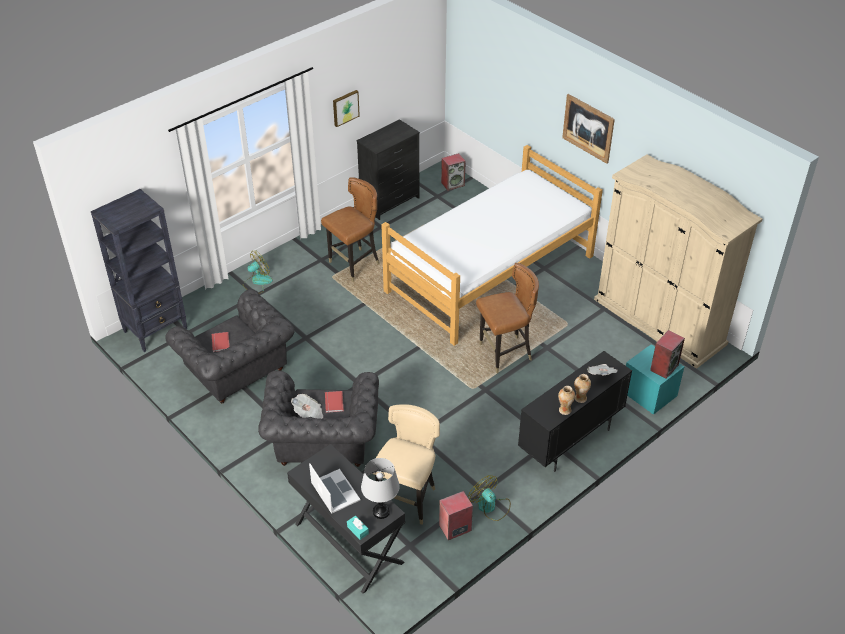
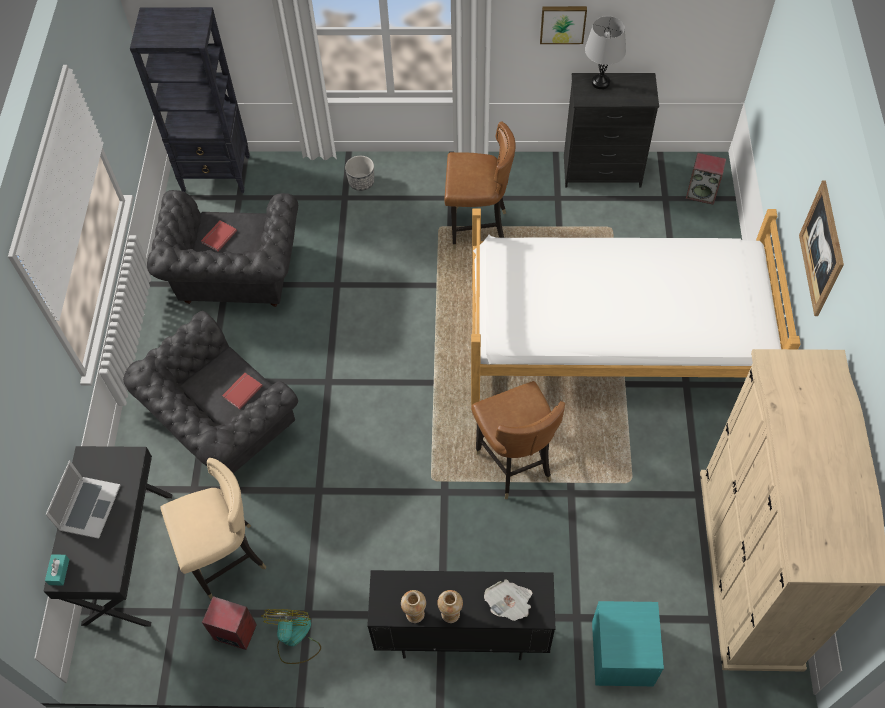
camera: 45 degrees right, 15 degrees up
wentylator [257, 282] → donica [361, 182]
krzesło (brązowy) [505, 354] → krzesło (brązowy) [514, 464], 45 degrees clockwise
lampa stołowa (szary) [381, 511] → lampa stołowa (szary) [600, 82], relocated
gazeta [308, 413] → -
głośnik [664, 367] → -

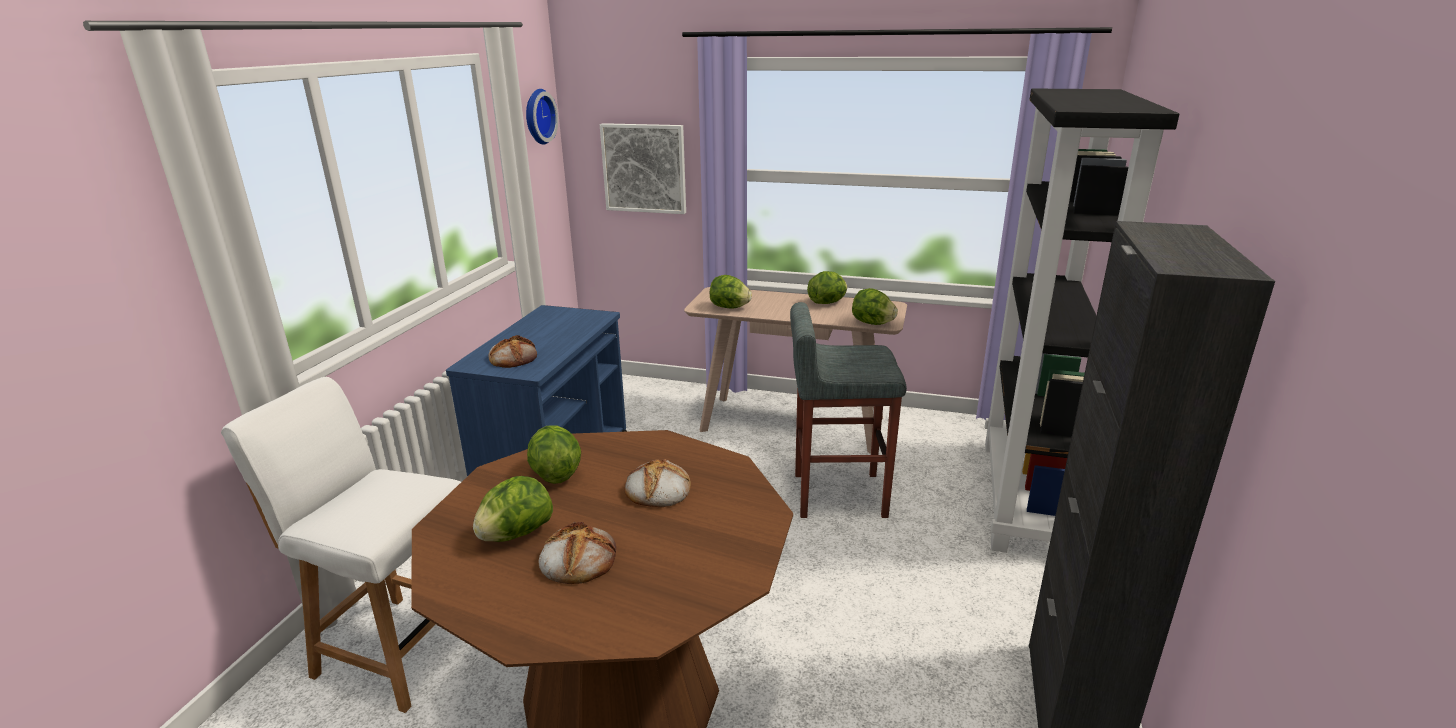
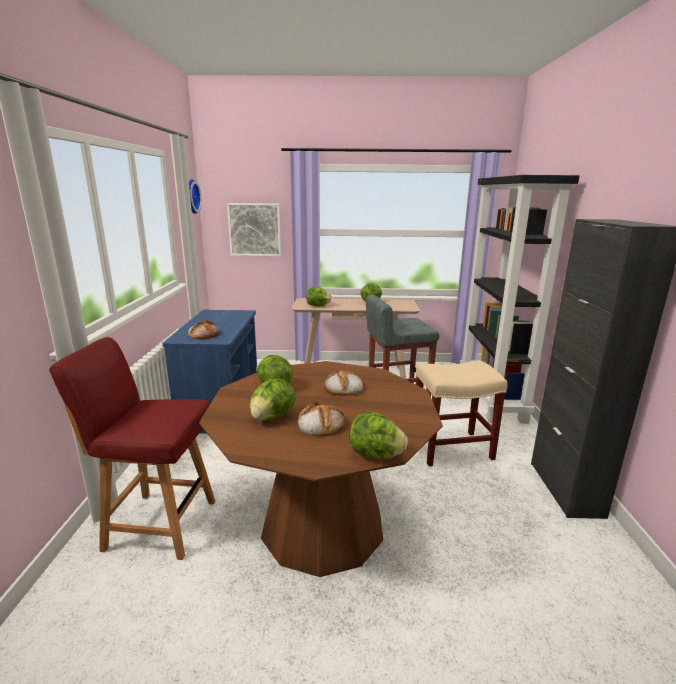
camera: 15 degrees left, 5 degrees down
krzesło (biały) [397, 649] → krzesło (czerwony) [159, 524]
sałata [872, 323] → sałata [376, 455], relocated
- → stołek (beżowy) [452, 448]

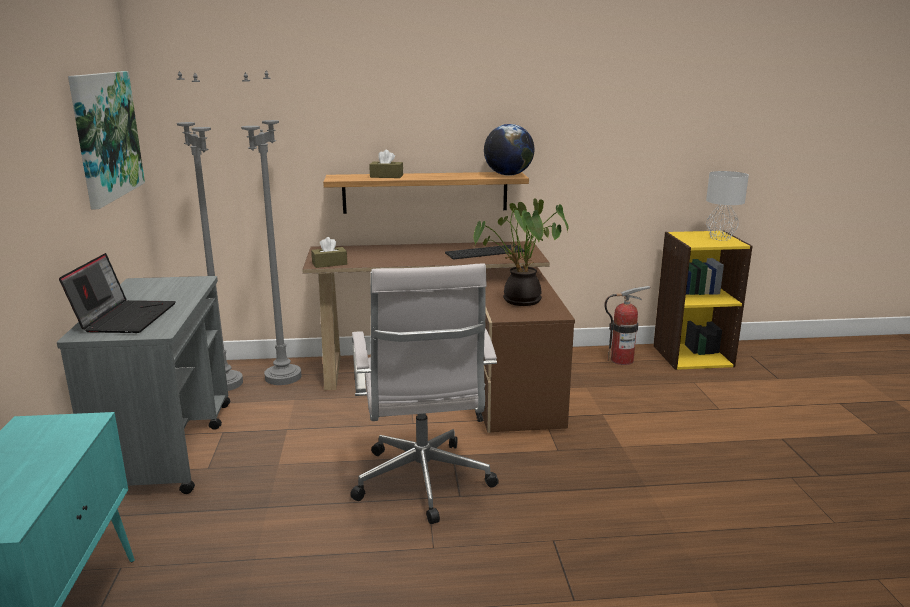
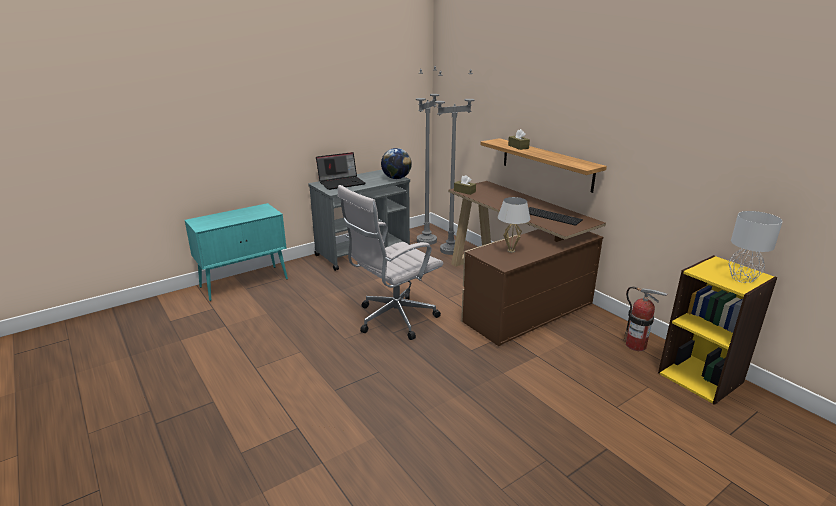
camera: 60 degrees right, 5 degrees up
globus [508, 175] → globus [396, 178], relocated
roślina doniczkowa [519, 301] → lampa stołowa (biały) [511, 251]
obraz [106, 136] → -

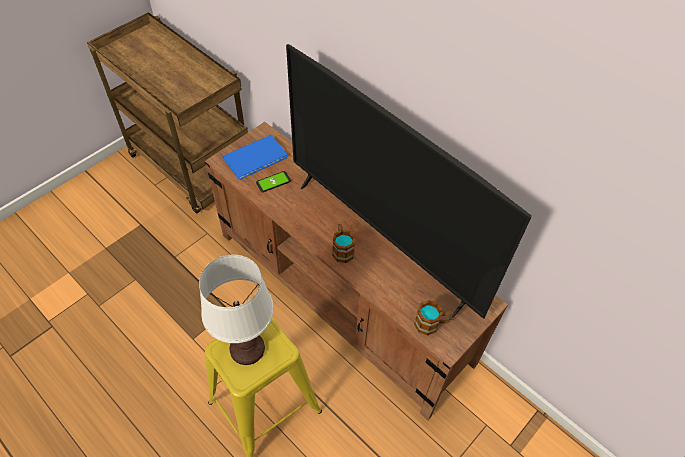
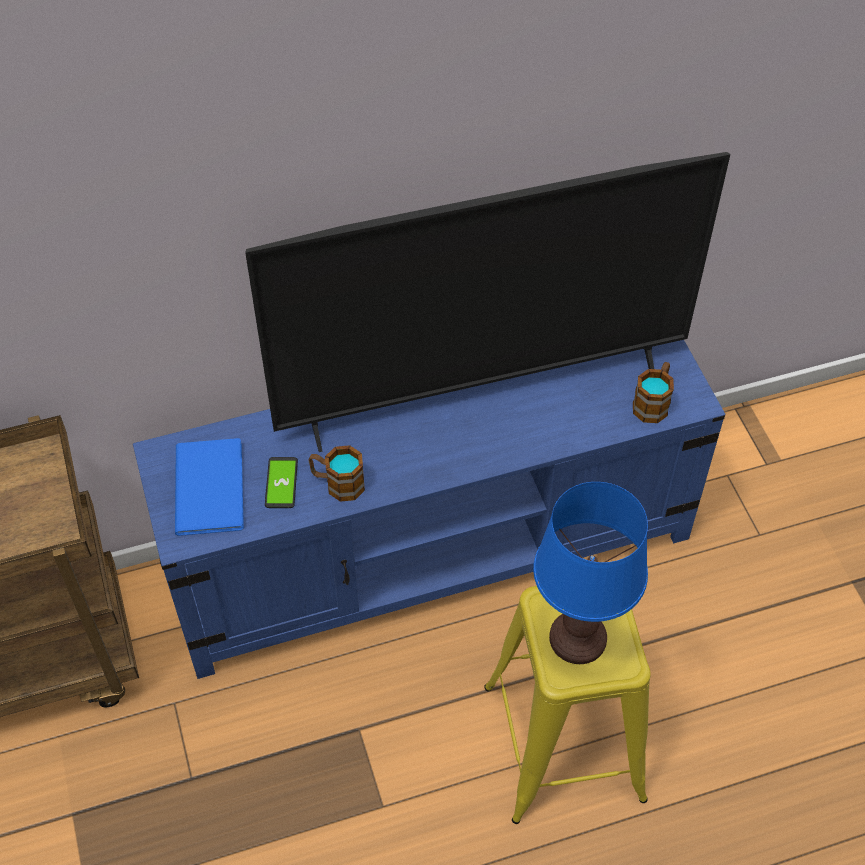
camera: 60 degrees left, 0 degrees up
szafka pod telewizor (brązowy) [342, 297] → szafka pod telewizor (niebieski) [433, 552]
kubek [342, 249] → kubek [337, 483], relocated
lampa stołowa (biały) [247, 348] → lampa stołowa (niebieski) [577, 638]

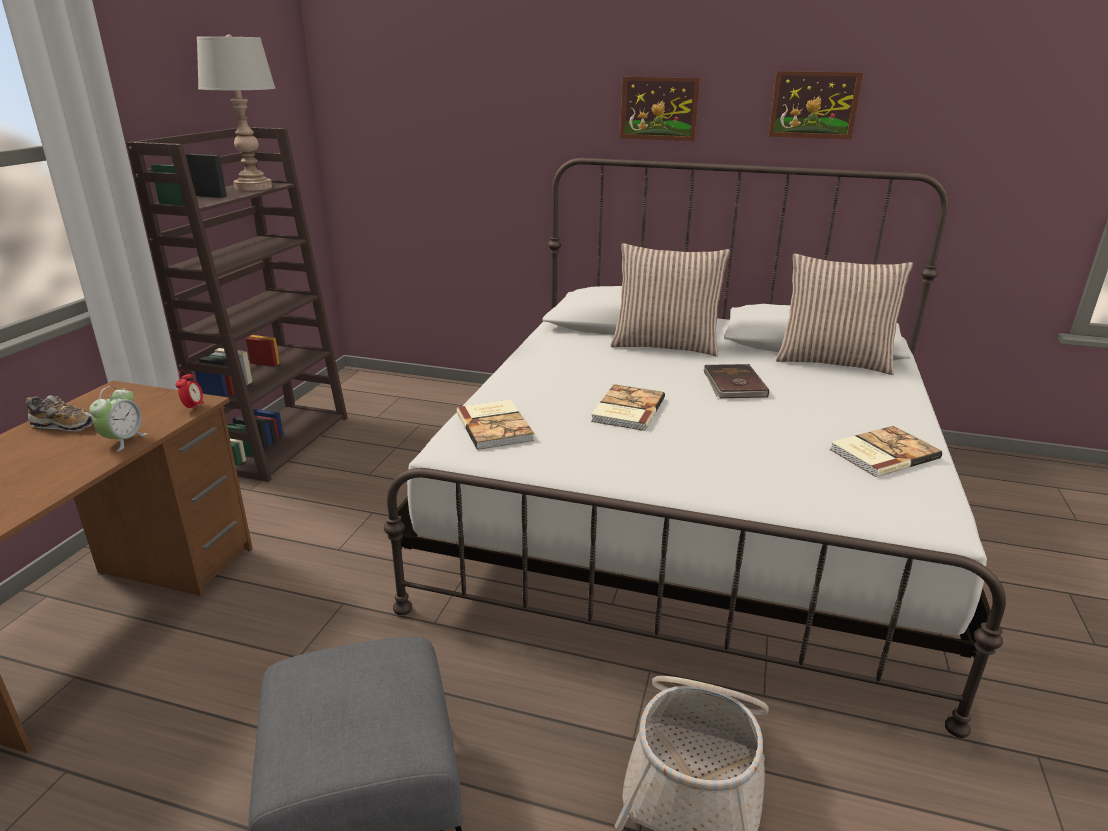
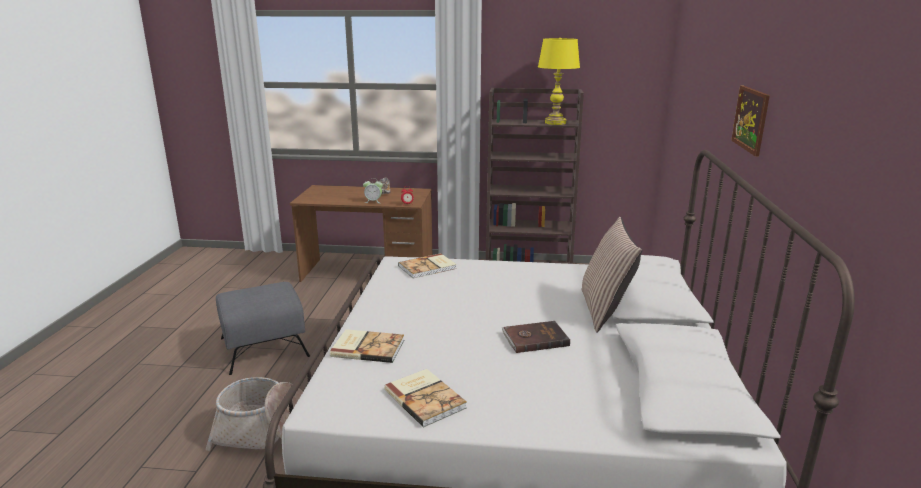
camera: 80 degrees right, 5 degrees down
książka [626, 410] → książka [368, 347], relocated
lampa stołowa (szary) [253, 187] → lampa stołowa (żółty) [555, 123]
obraz [814, 105] → -
poduszka [833, 361] → -

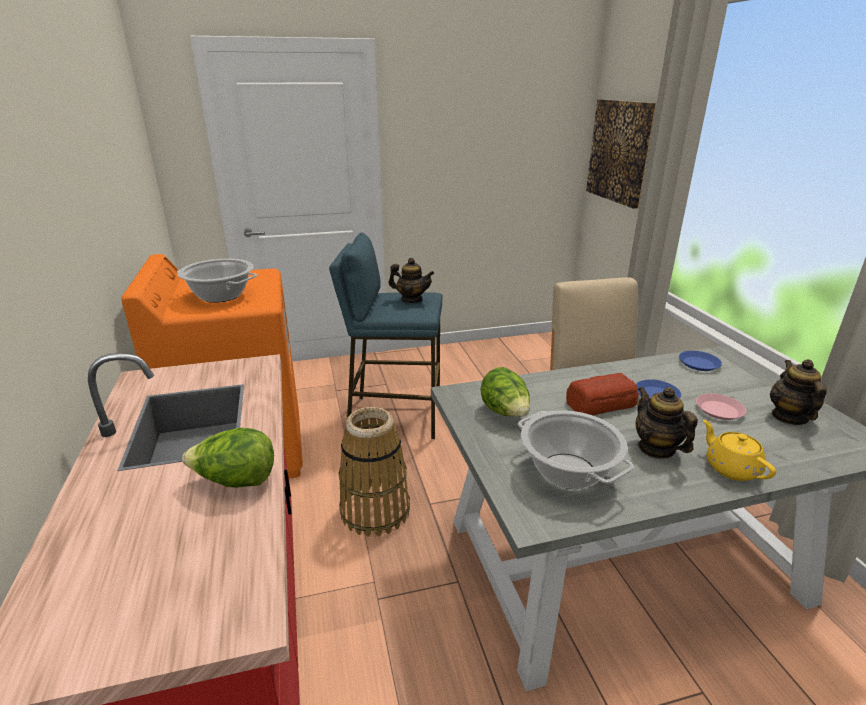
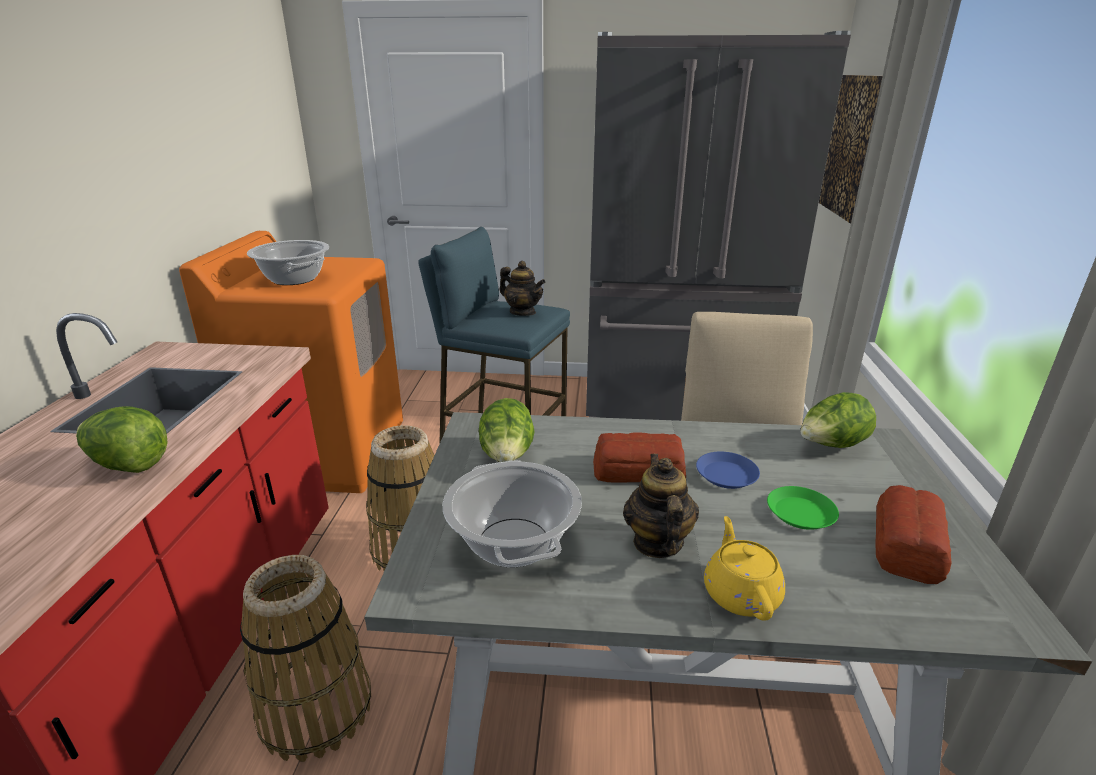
camera: 20 degrees right, 0 degrees up
- → koszyk [317, 709]
- → lodówka (szary) [675, 407]
talerz (różowy) [719, 410] → talerz (zielony) [801, 513]
talerz (niebieski) [698, 364] → sałata [831, 446]
imbryk [789, 417] → chleb [906, 545]

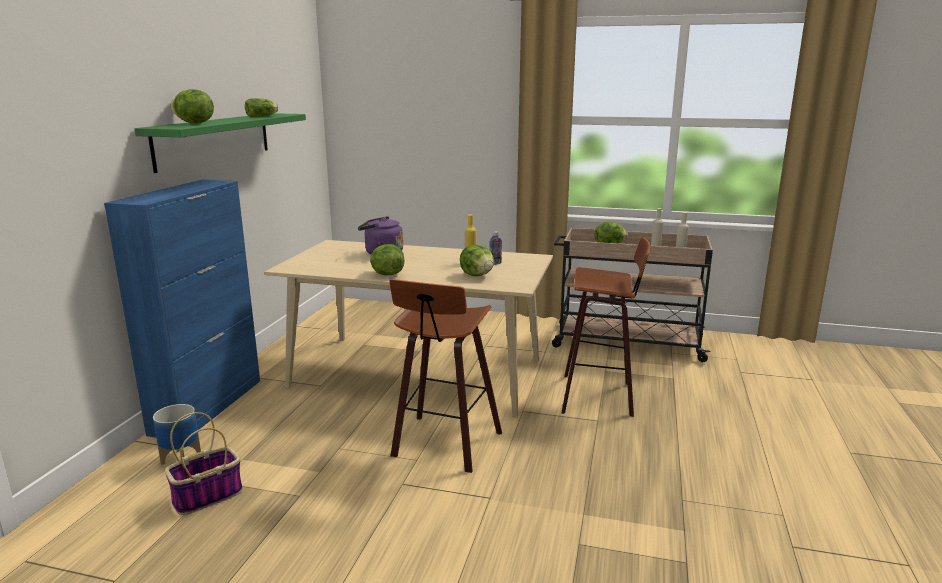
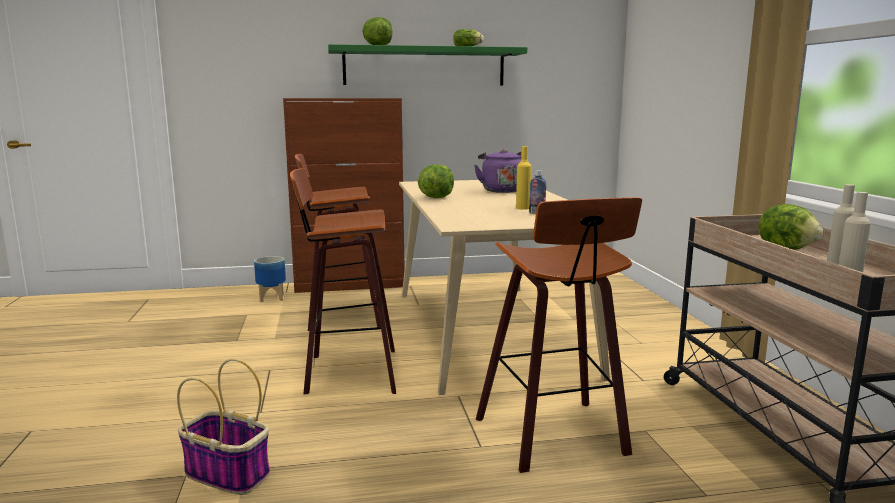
camera: 65 degrees right, 5 degrees down
koszyk [208, 496] → koszyk [229, 474], relocated
szafka (niebieski) [208, 406] → szafka (brązowy) [350, 285]
- → stołek [340, 316]
sałata [477, 275] → -

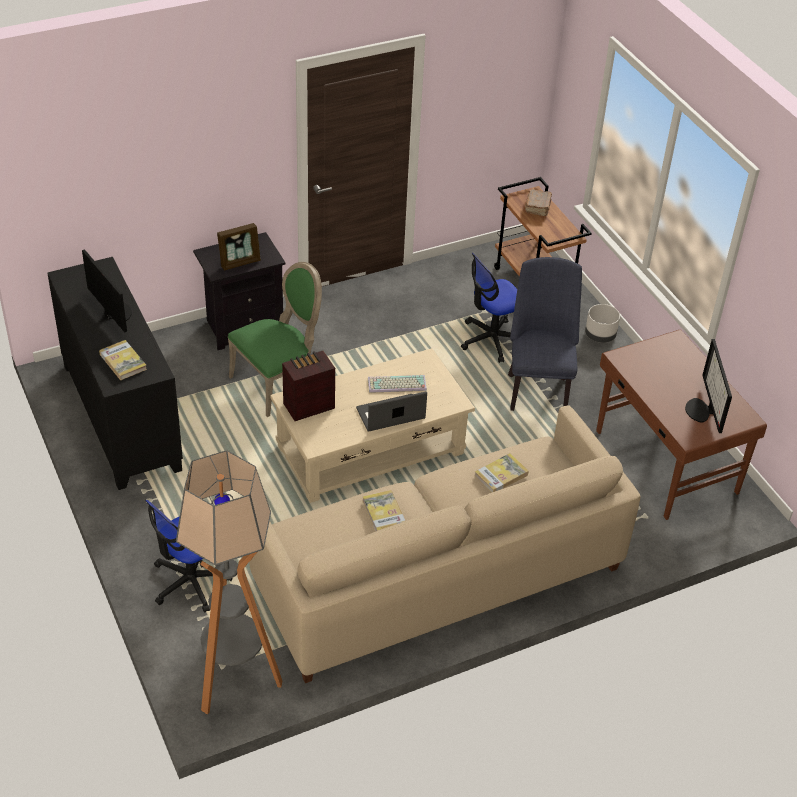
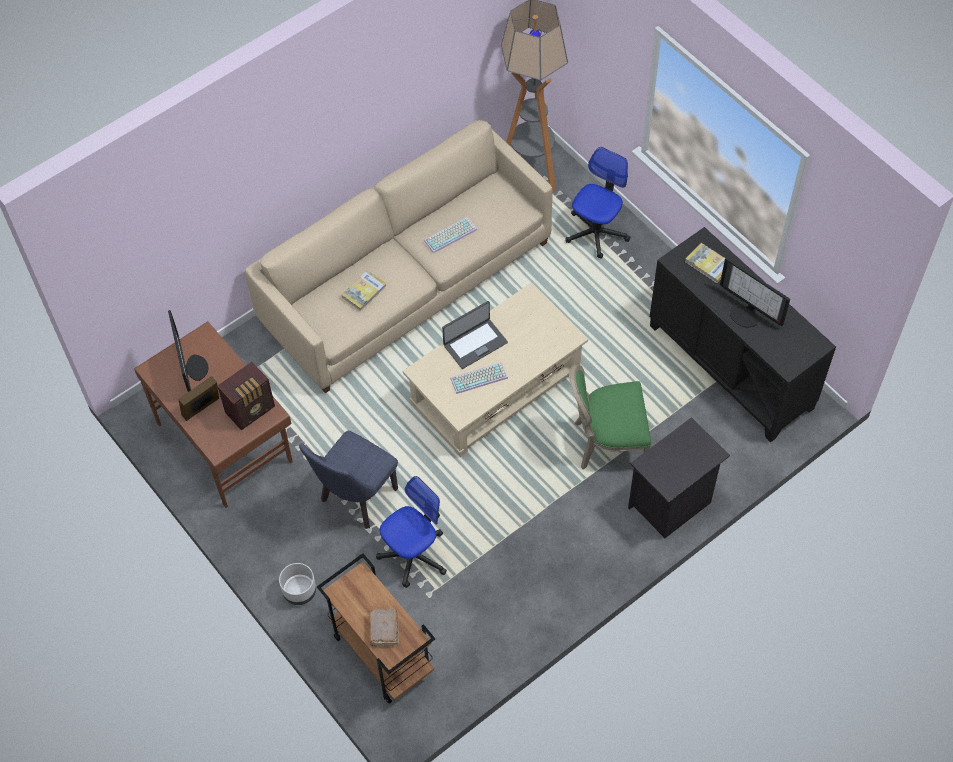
camera: 170 degrees right, 15 degrees up
ramka na zdjęcie [240, 262] → ramka na zdjęcie [202, 409], relocated
radio [307, 406] → radio [251, 410], relocated
krzesło (niebieski) [537, 388] → krzesło (niebieski) [355, 500], 45 degrees clockwise
książka [384, 514] → klawiatura [450, 234]
krzesło (zielony) [278, 382] → krzesło (zielony) [607, 442], 45 degrees clockwise

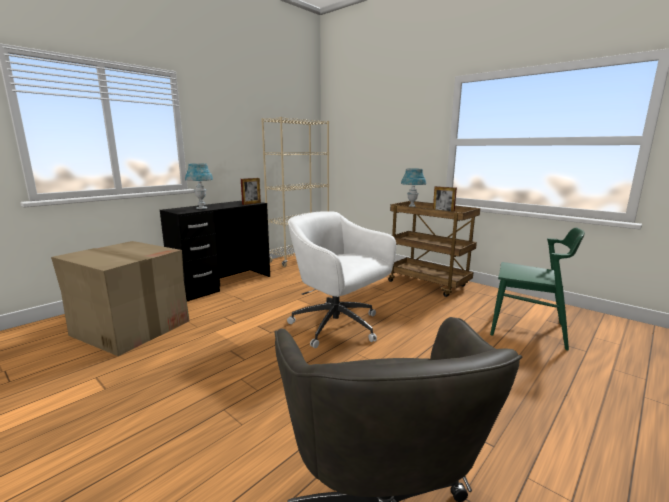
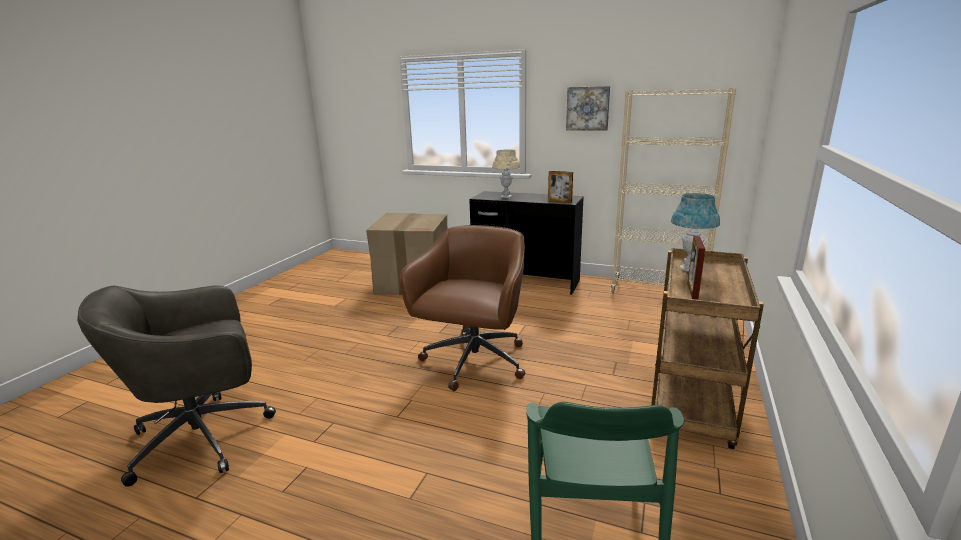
camera: 70 degrees right, 5 degrees up
krzesło biurowe (biały) [338, 327] → krzesło biurowe (brązowy) [473, 362]
lampa stołowa (niebieski) [201, 208] → lampa stołowa (beżowy) [506, 197]
- → obraz [588, 108]

